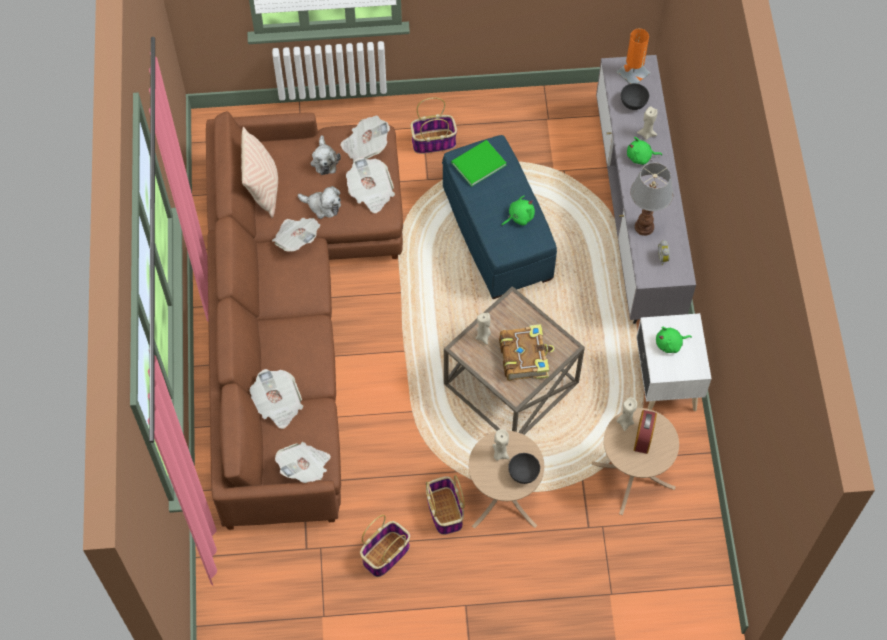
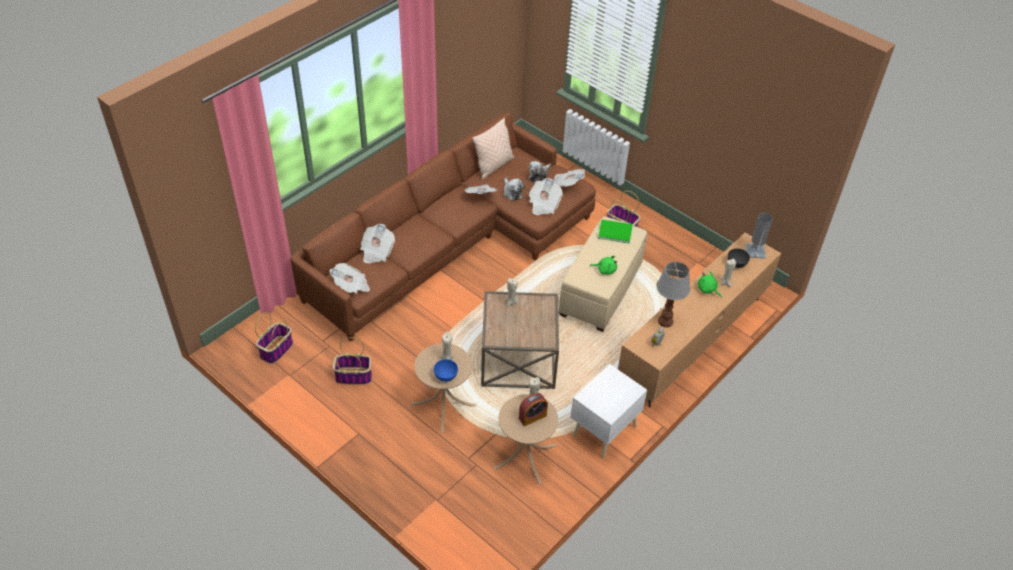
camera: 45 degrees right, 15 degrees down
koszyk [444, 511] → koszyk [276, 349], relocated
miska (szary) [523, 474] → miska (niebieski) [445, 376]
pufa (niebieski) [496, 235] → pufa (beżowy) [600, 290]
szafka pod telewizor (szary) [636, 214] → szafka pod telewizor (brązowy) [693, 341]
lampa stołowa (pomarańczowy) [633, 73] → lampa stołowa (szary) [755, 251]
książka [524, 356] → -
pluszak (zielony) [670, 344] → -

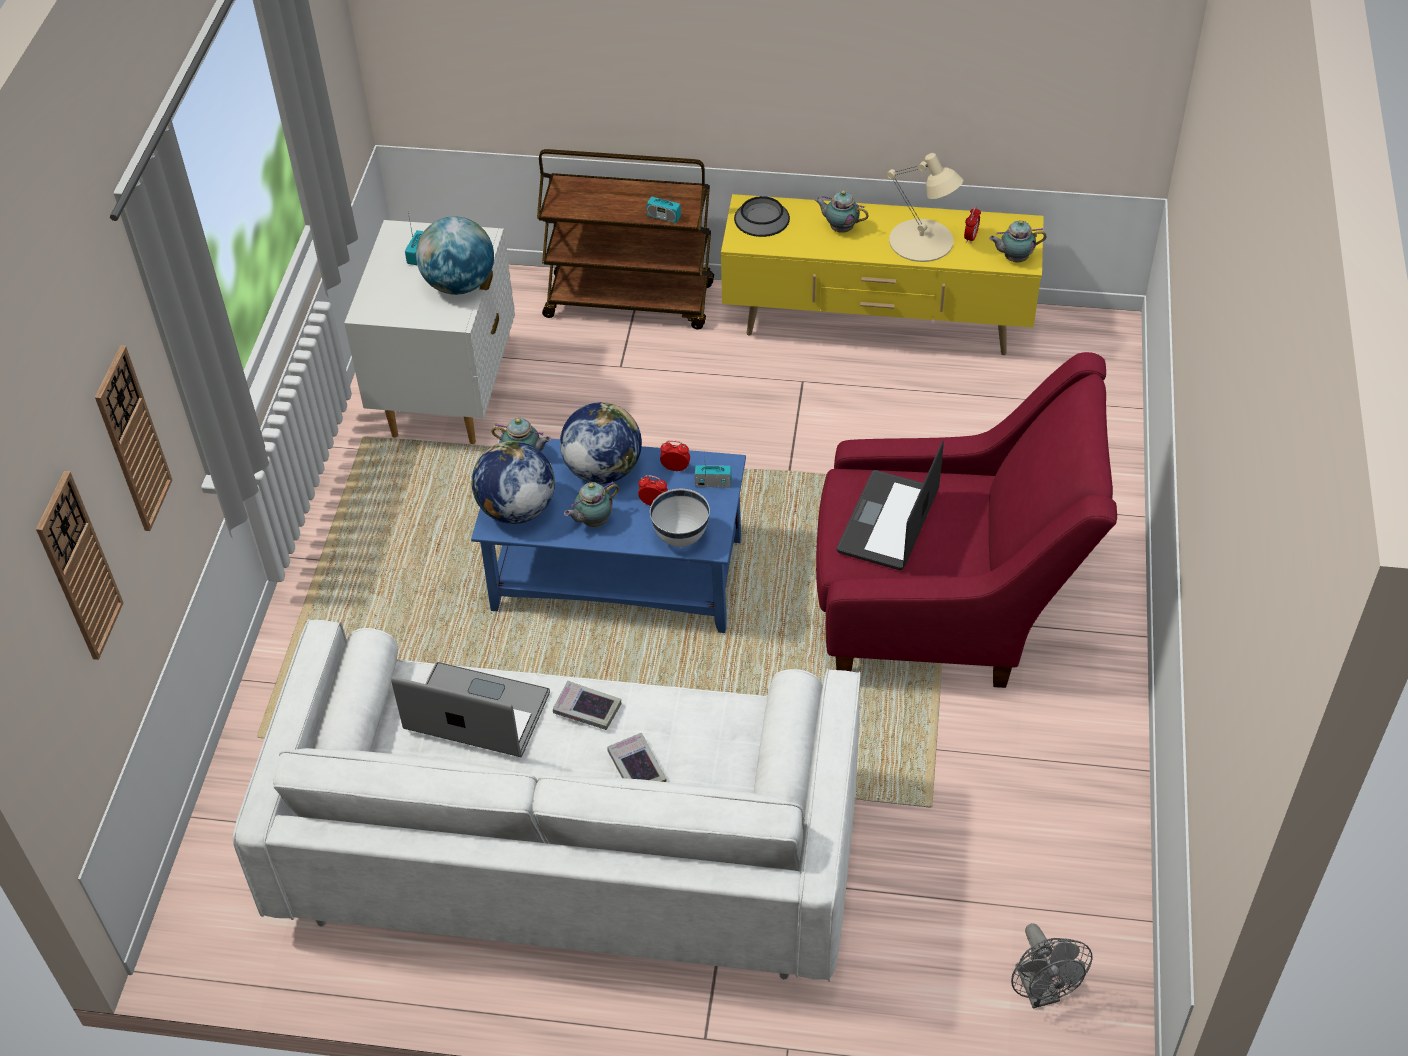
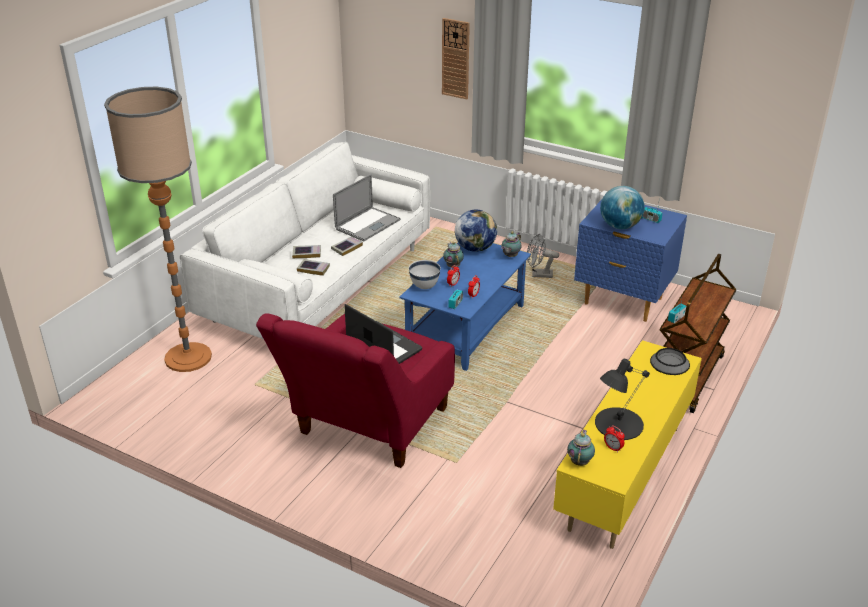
camera: 110 degrees right, 15 degrees down
- → lampa stojąca [188, 357]
- → książka [313, 269]
wentylator (szary) [1041, 992] → wentylator (szary) [538, 275], relocated
szafka nocna (biały) [448, 400] → szafka nocna (niebieski) [623, 301]
lampa stołowa (beżowy) [922, 241] → lampa stołowa (czarny) [618, 424]
zegar ścienny [78, 567] → -
globus [603, 470] → -
imbryk [840, 228] → -

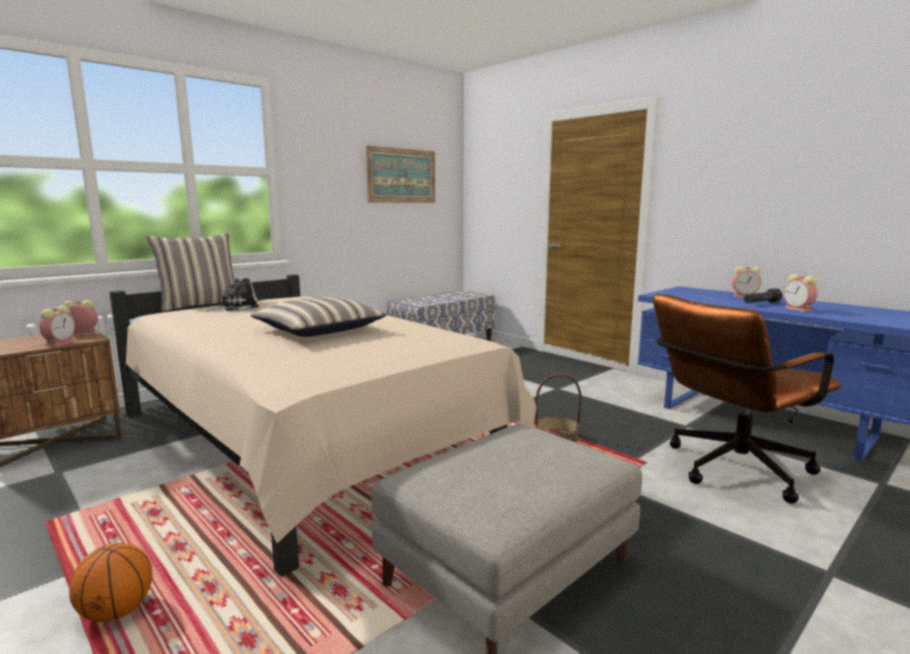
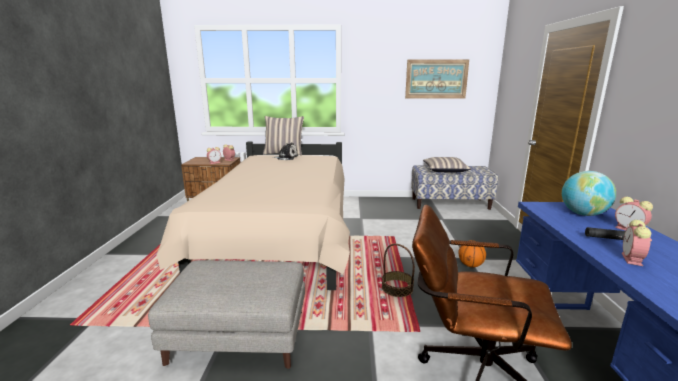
camera: 45 degrees right, 5 degrees up
poduszka [319, 330] → poduszka [445, 170], relocated
piłka do koszykówki [117, 612] → piłka do koszykówki [470, 265], relocated
- → globus [583, 214]

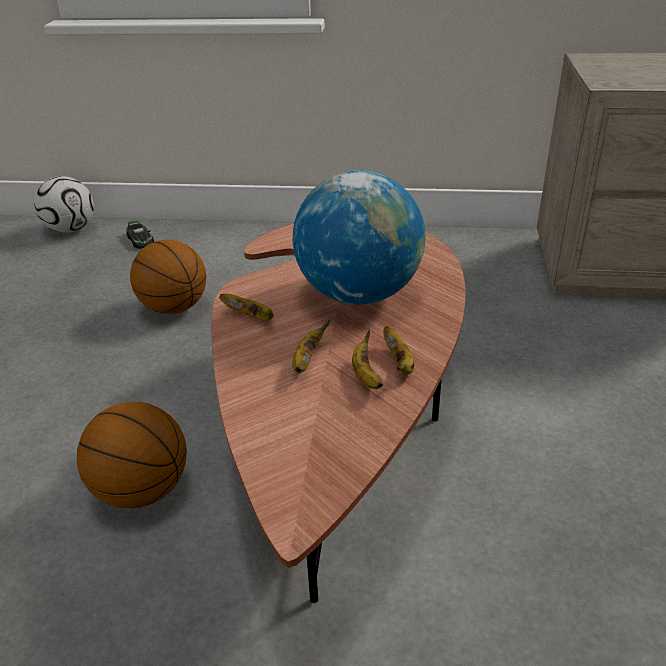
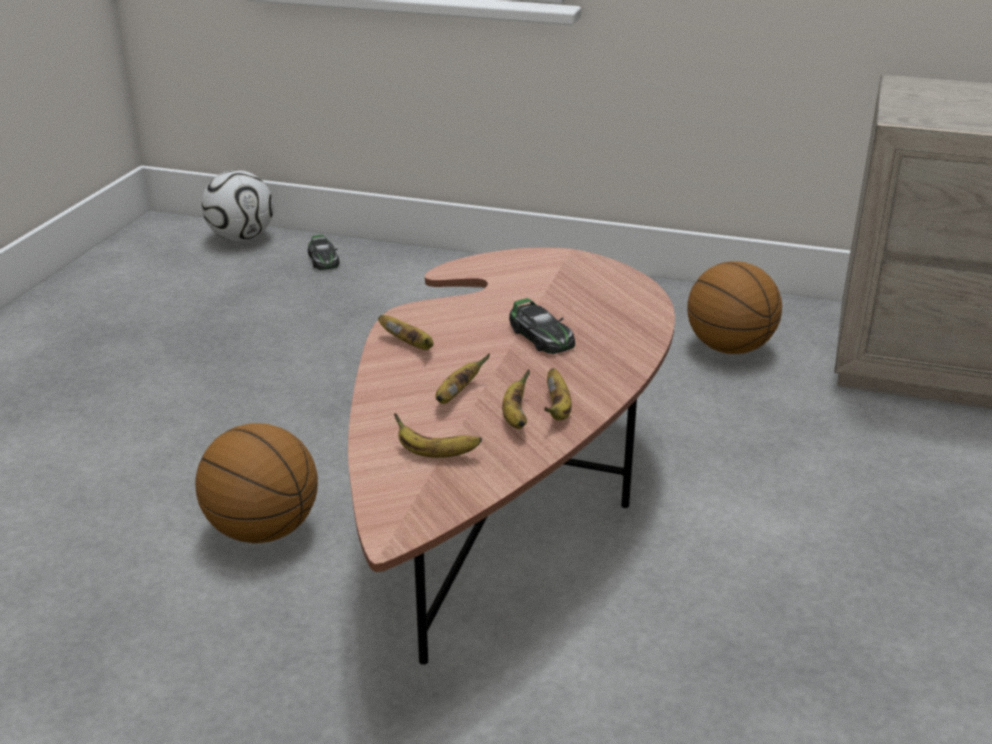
camera: 10 degrees right, 5 degrees down
- → banan [435, 454]
globus [359, 294] → samochodzik [540, 336]
piłka do koszykówki [174, 307] → piłka do koszykówki [729, 348], relocated

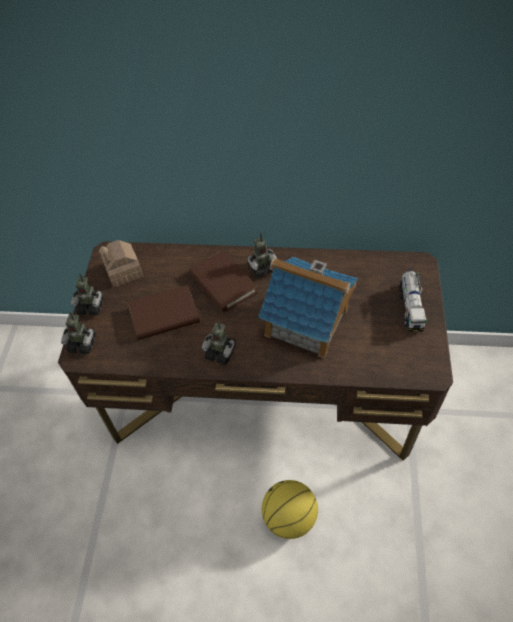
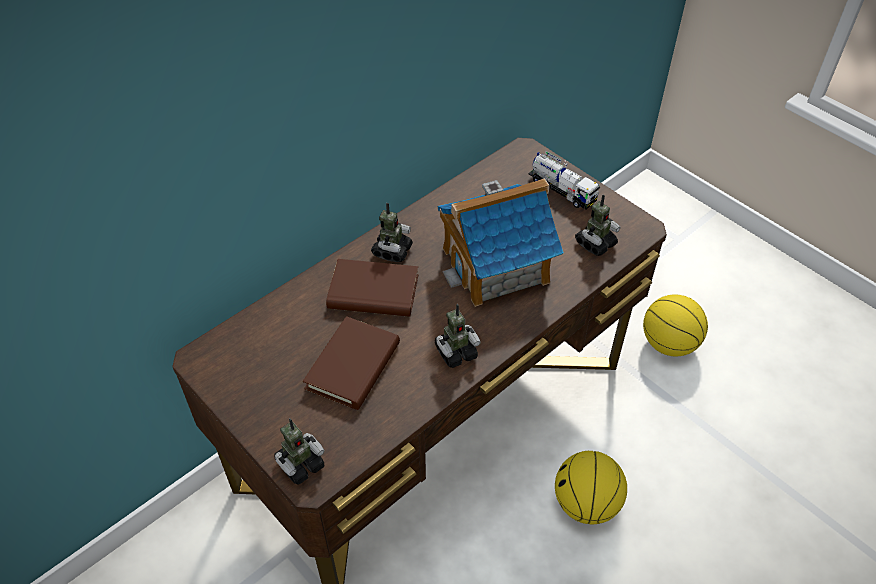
camera: 50 degrees left, 5 degrees down
robot zabawkowy [91, 306] → robot zabawkowy [595, 244], relocated
- → piłka do koszykówki [668, 343]
domek [123, 271] → -

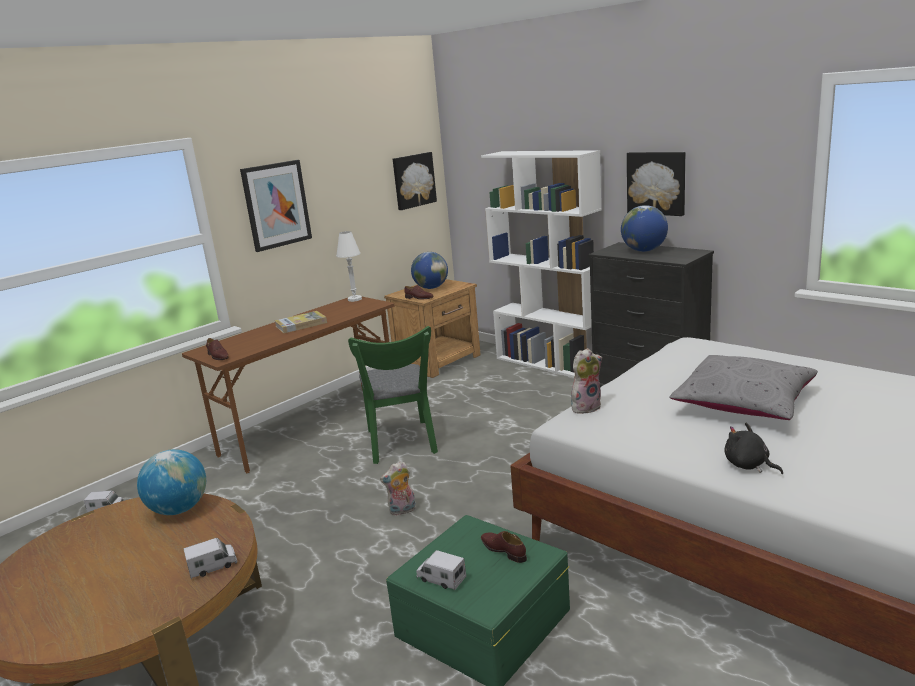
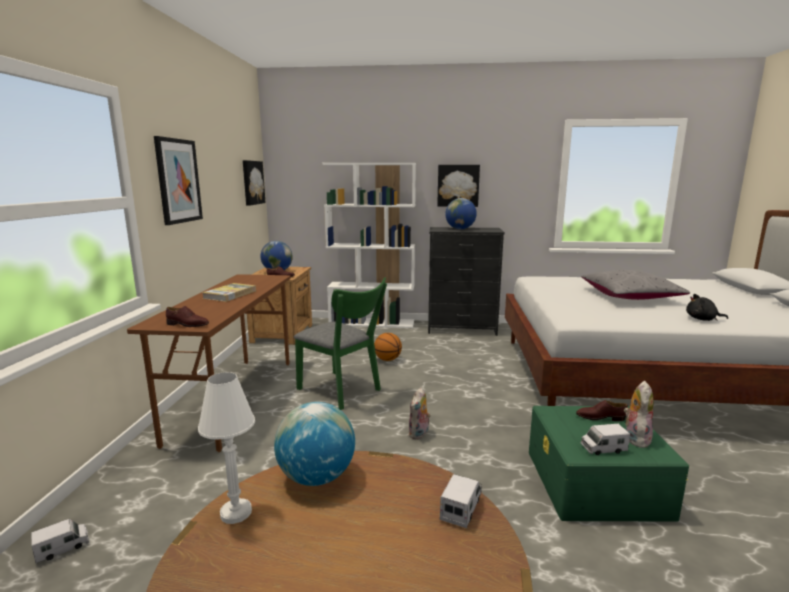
camera: 40 degrees left, 5 degrees down
lampa stołowa (biały) [354, 299] → lampa stołowa (biały) [236, 513], relocated
- → piłka do koszykówki [387, 359]
pluszak [586, 407] → pluszak [635, 438], relocated

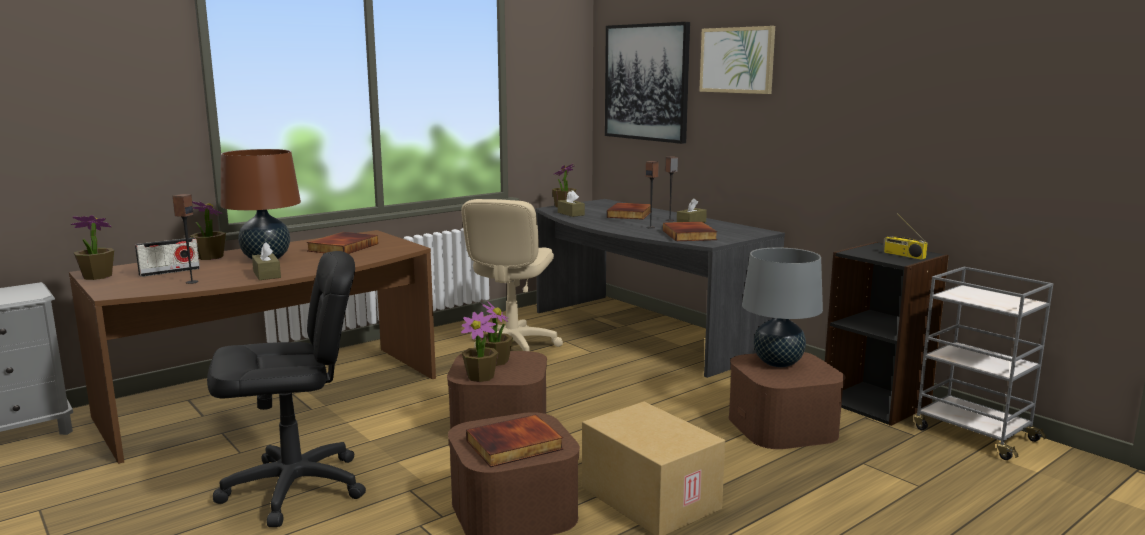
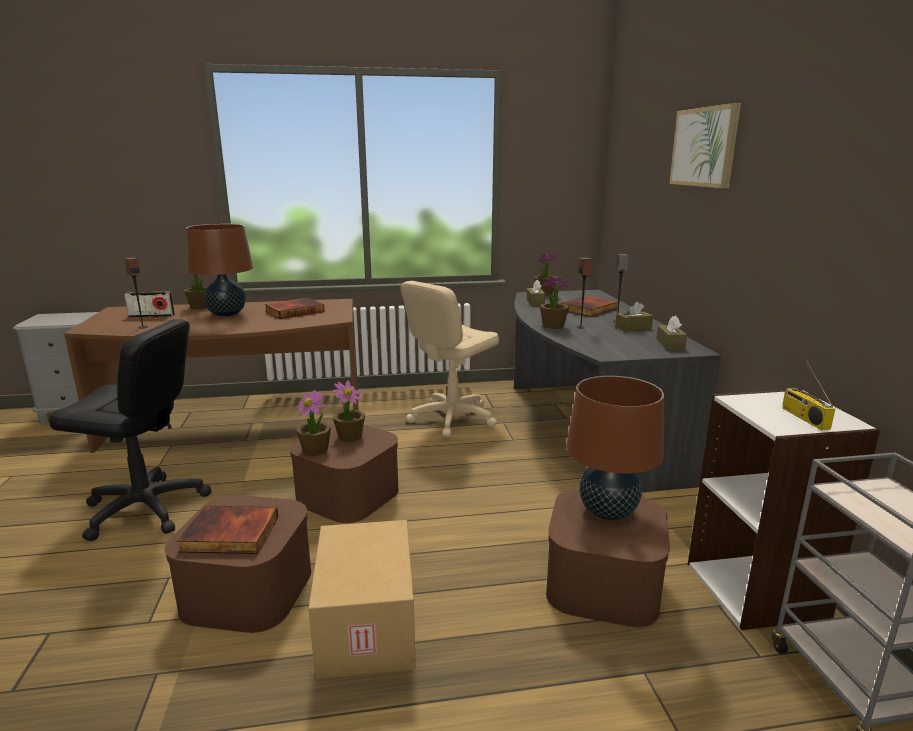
camera: 30 degrees right, 5 degrees up
roślina doniczkowa [97, 276] → roślina doniczkowa [553, 326], relocated
lampa stołowa (szary) [778, 363] → lampa stołowa (brązowy) [608, 512]
pudełko chusteczek (brązowy) [267, 274] → pudełko chusteczek (brązowy) [670, 344], relocated
regał (czarny) [877, 402] → regał (biały) [757, 589]
obraz [646, 82] → -
książka [690, 235] → -

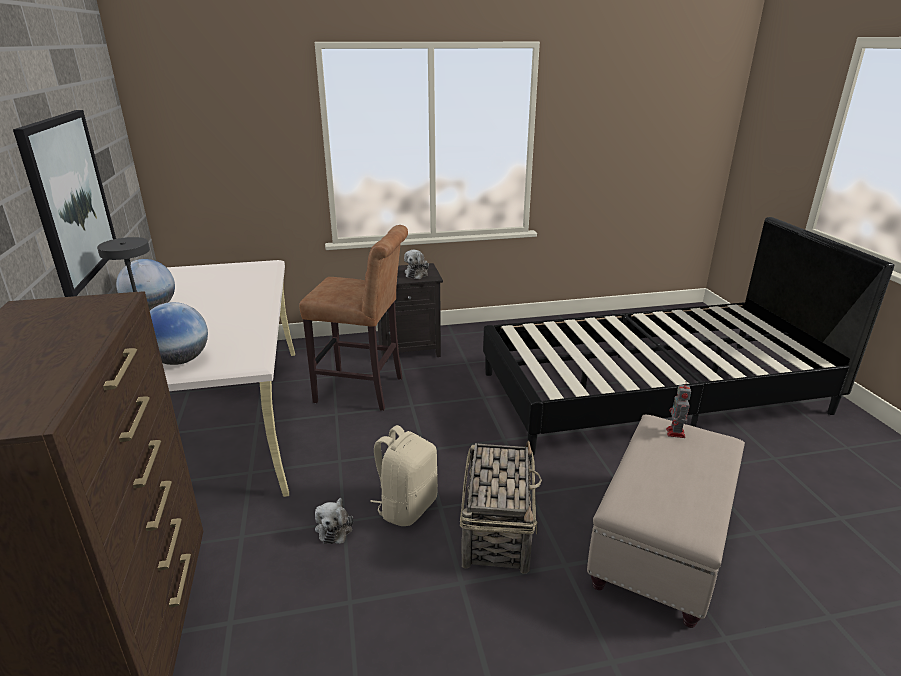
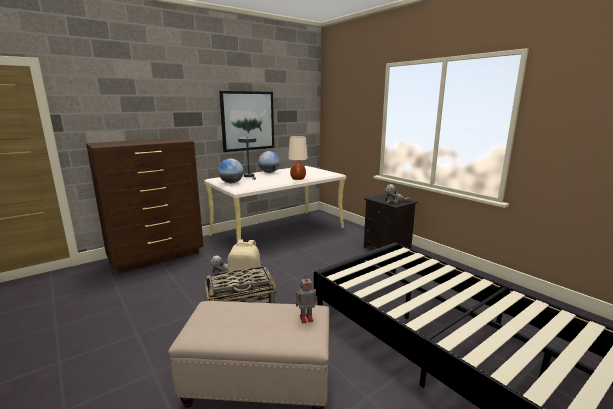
camera: 65 degrees right, 10 degrees down
- → lampa stołowa (beżowy) [298, 179]
stołek (brązowy) [364, 391] → -

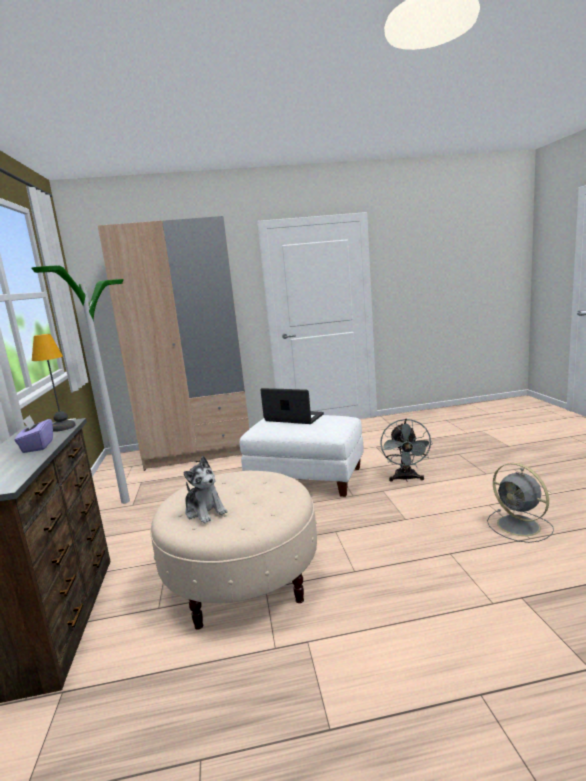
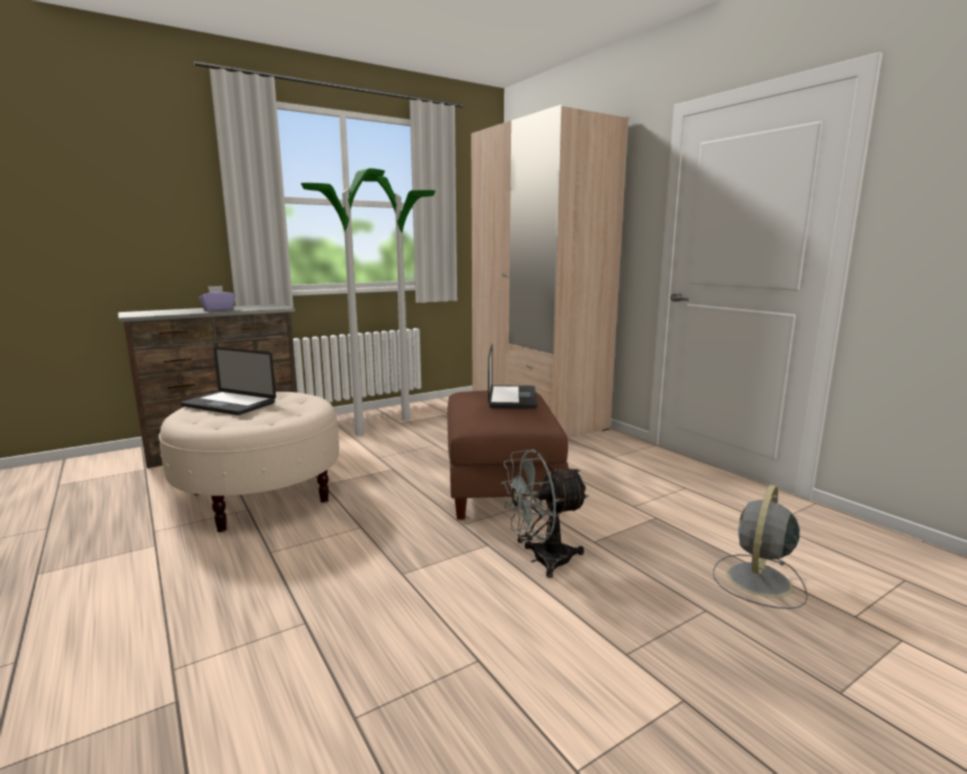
camera: 65 degrees right, 0 degrees up
pluszak [205, 511] → laptop [229, 404]
- → lampa stojąca [359, 434]
pufa (biały) [305, 478] → pufa (brązowy) [499, 485]
wentylator (szary) [520, 526] → wentylator (szary) [758, 581], relocated
lampa stołowa [63, 427] → -

